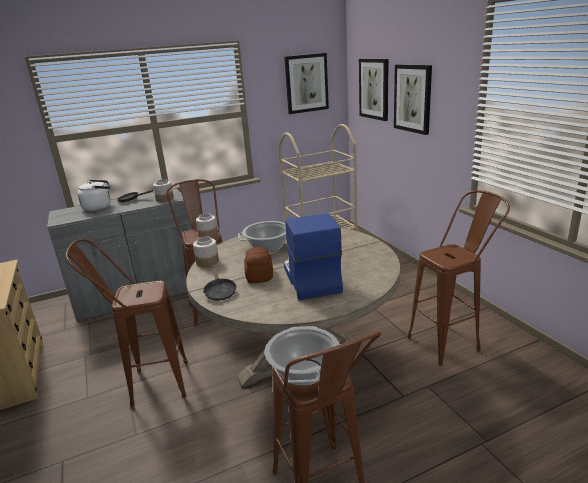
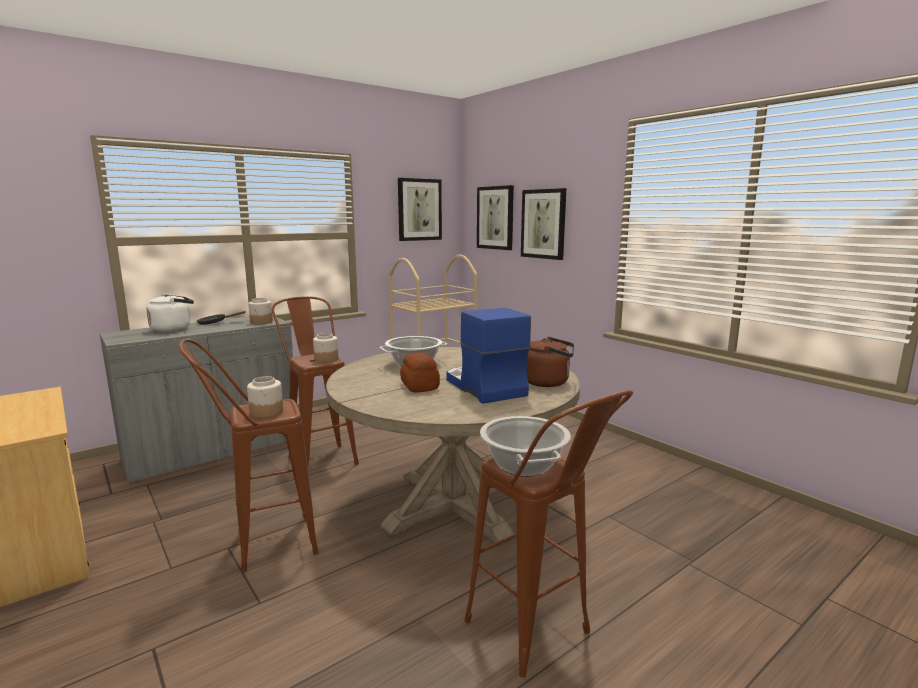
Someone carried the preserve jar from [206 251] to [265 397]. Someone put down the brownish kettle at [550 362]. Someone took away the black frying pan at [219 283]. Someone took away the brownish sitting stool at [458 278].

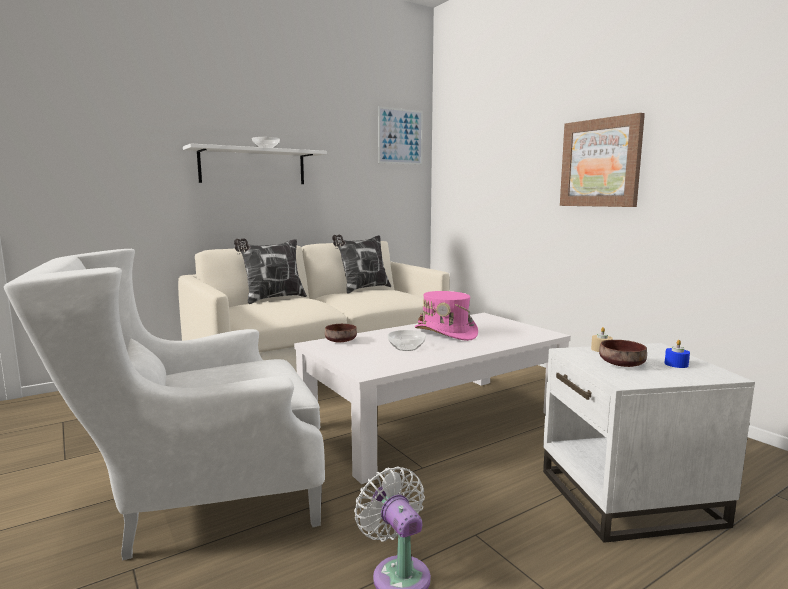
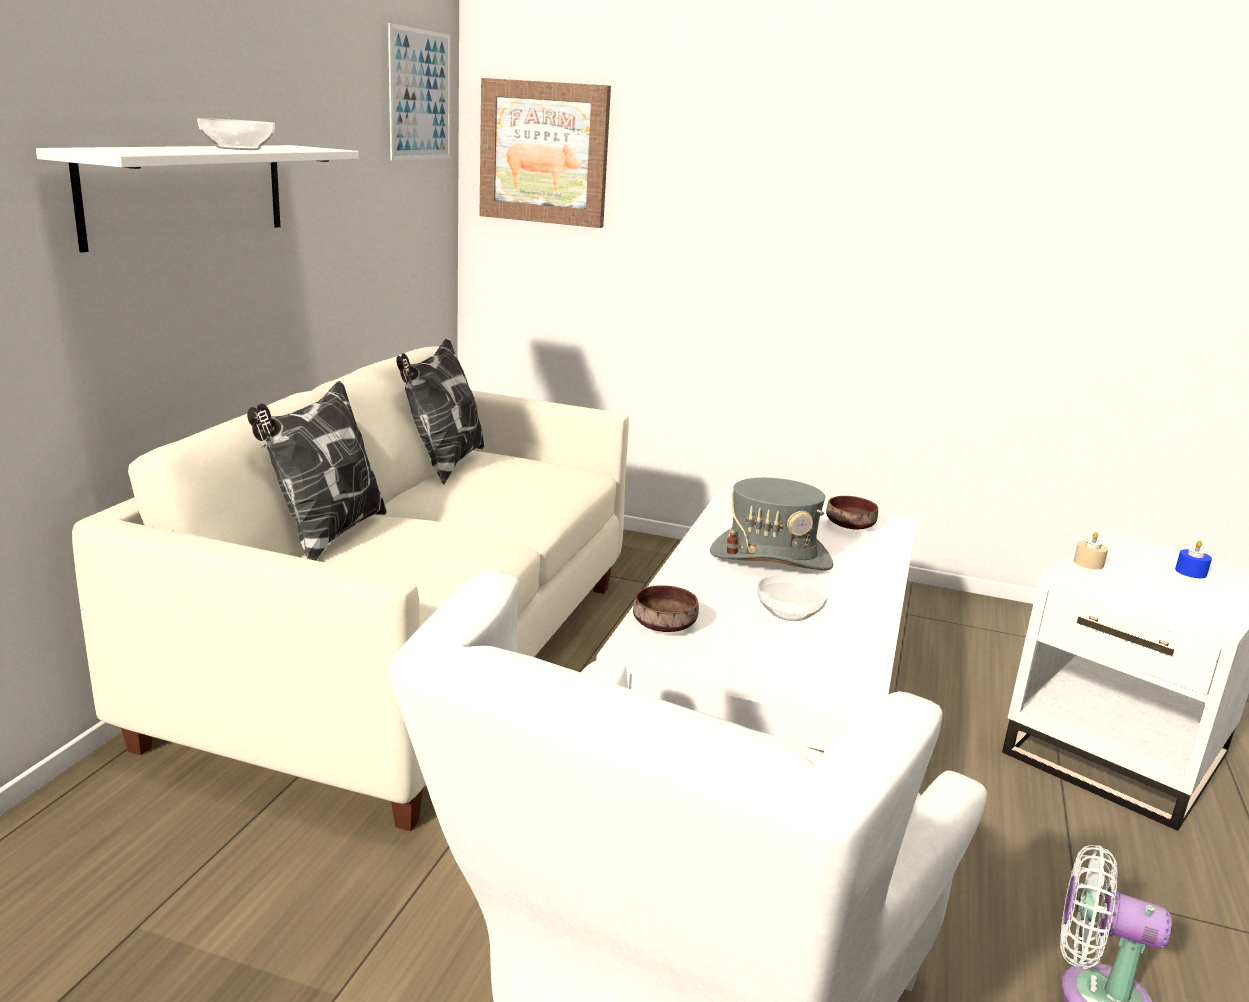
Someone carried the wall picture from [602 160] to [545 153]. Someone repainted the pink wearable hat at [446 316], which became the greyish wearable hat at [771 524]. Someone carried the brownish deep dish from [623 353] to [852 513].

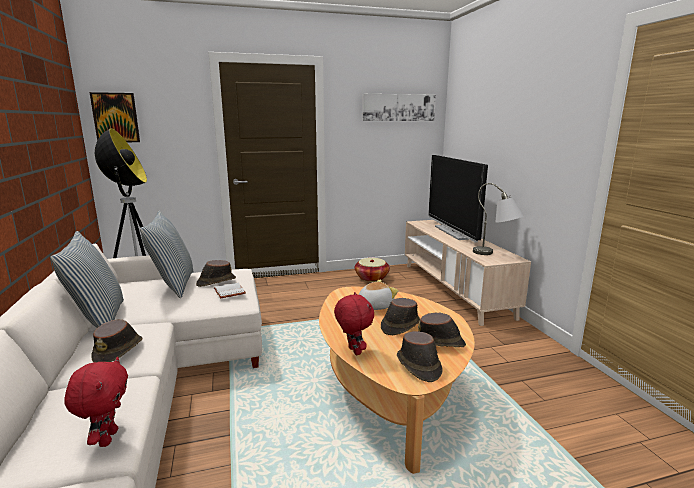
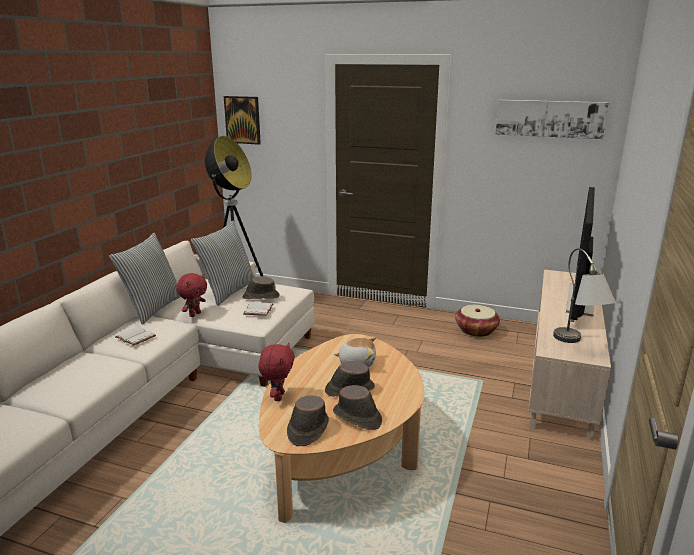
Someone swapped the brownish wearable hat at [117 340] for the whitish volume at [135 336]. Someone carried the red-coloured plush toy from [96 402] to [191 295].

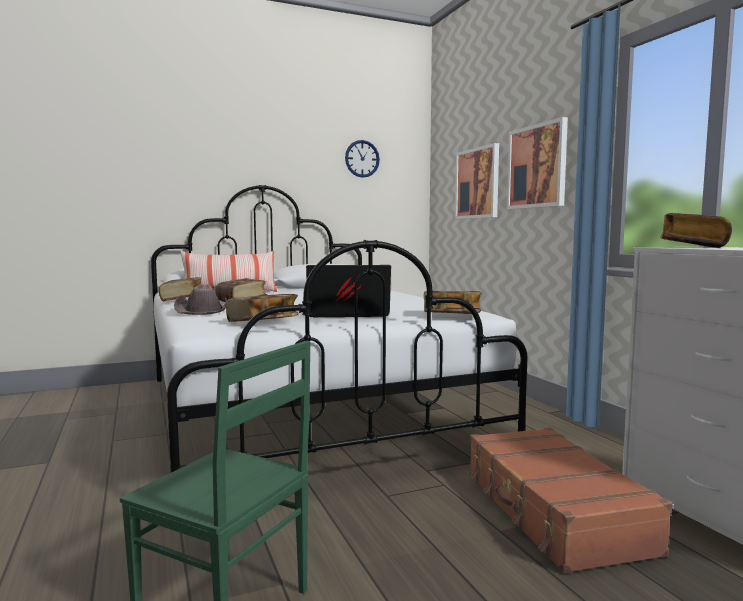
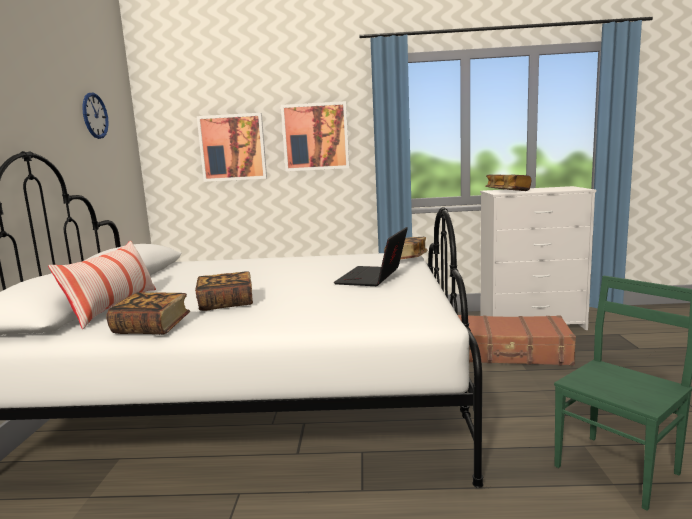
Someone took away the brownish wearable hat at [200 299]. Someone took away the volume at [262 308].

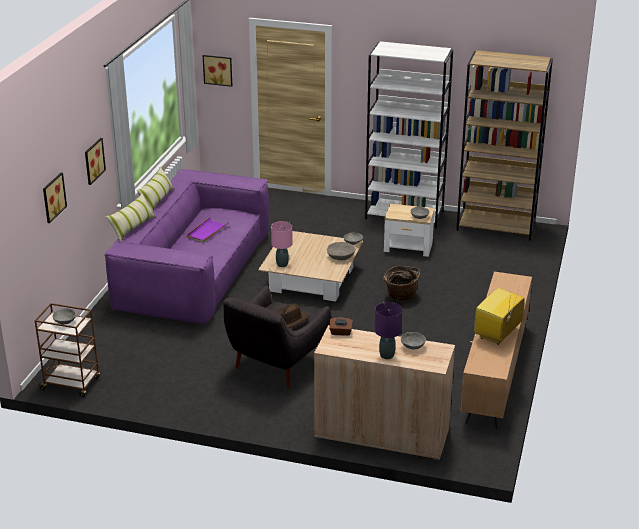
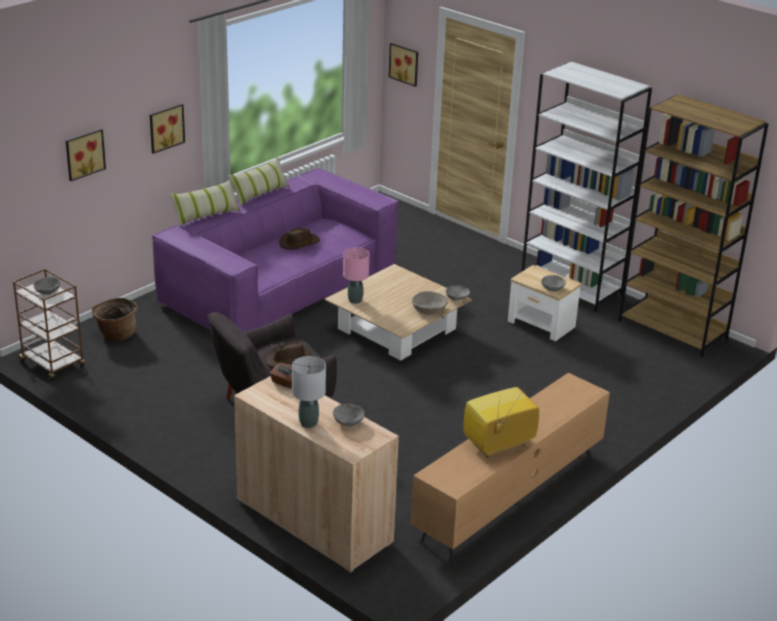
Someone carried the storage basket from [401 283] to [115 320]. Someone swapped the purple-coloured carrying tray at [207 230] for the brownish wearable hat at [299 238]. Someone repainted the purple-coloured lamp for a table at [388 330], which became the greyish lamp for a table at [309 392].

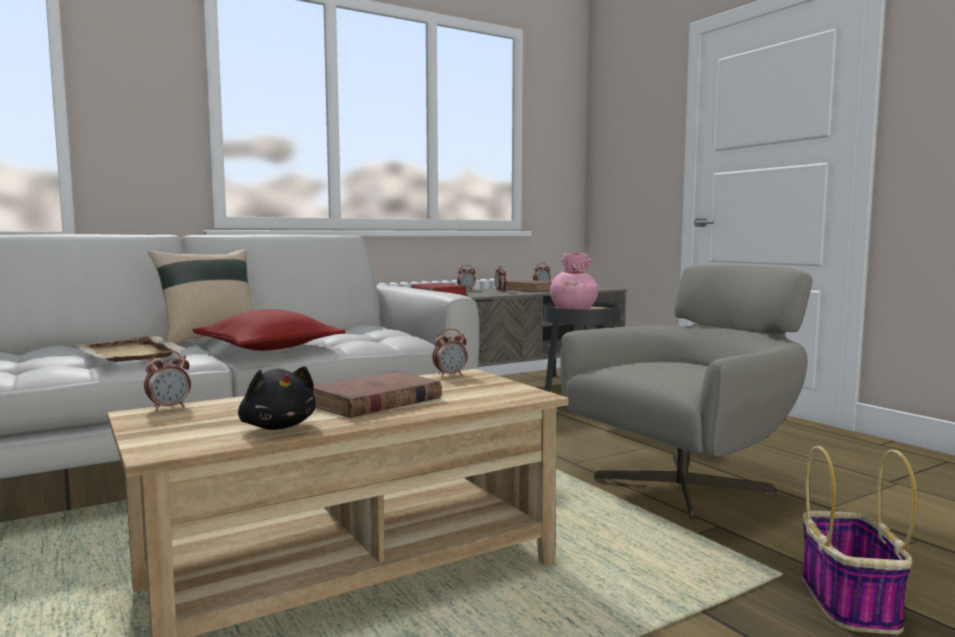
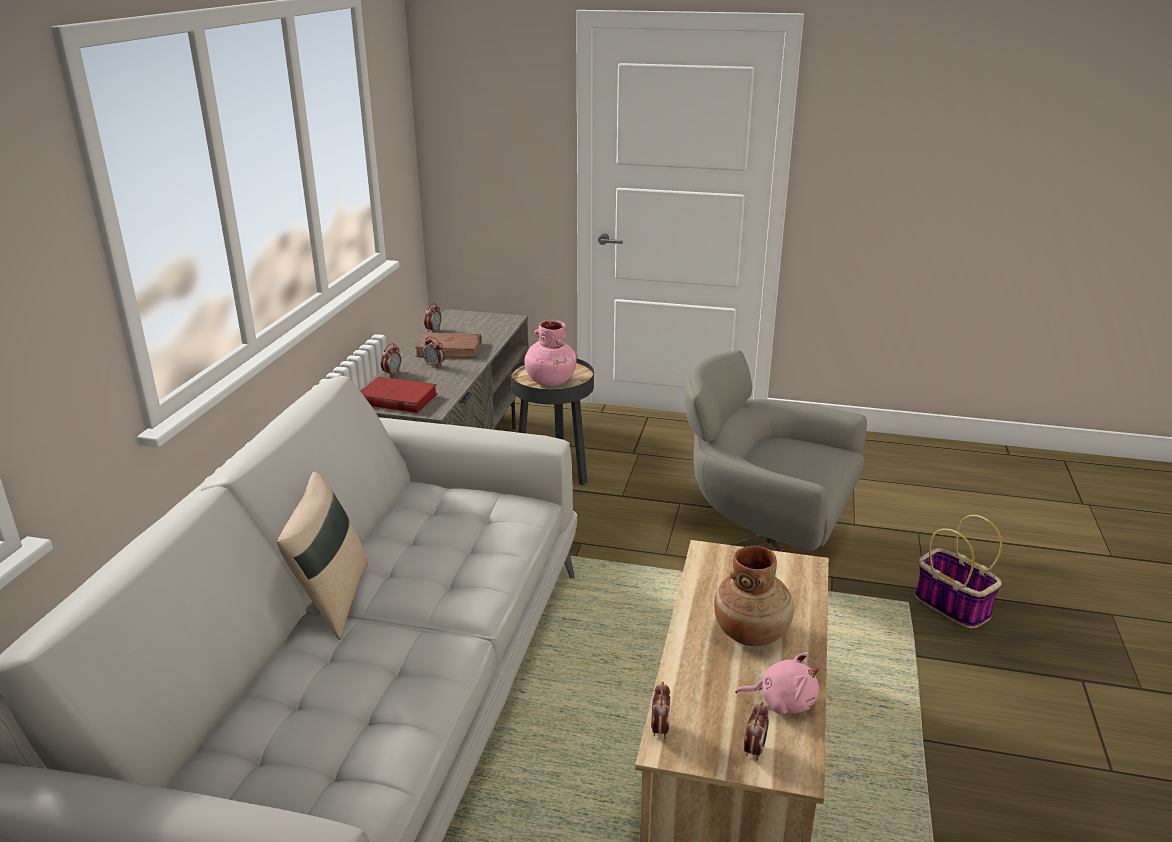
Someone rotated the greyish armchair at [686 393] by 75 degrees counterclockwise. Someone swapped the brownish volume at [377 394] for the brownish decorative vase at [754 596]. Someone repainted the black plush toy at [277 398], which became the pink plush toy at [778 683]. Someone carried the alarm clock from [449 353] to [756 731]. Someone took away the beige-coloured carrying tray at [131 348]. Someone took away the red-coloured cushion at [269 330].

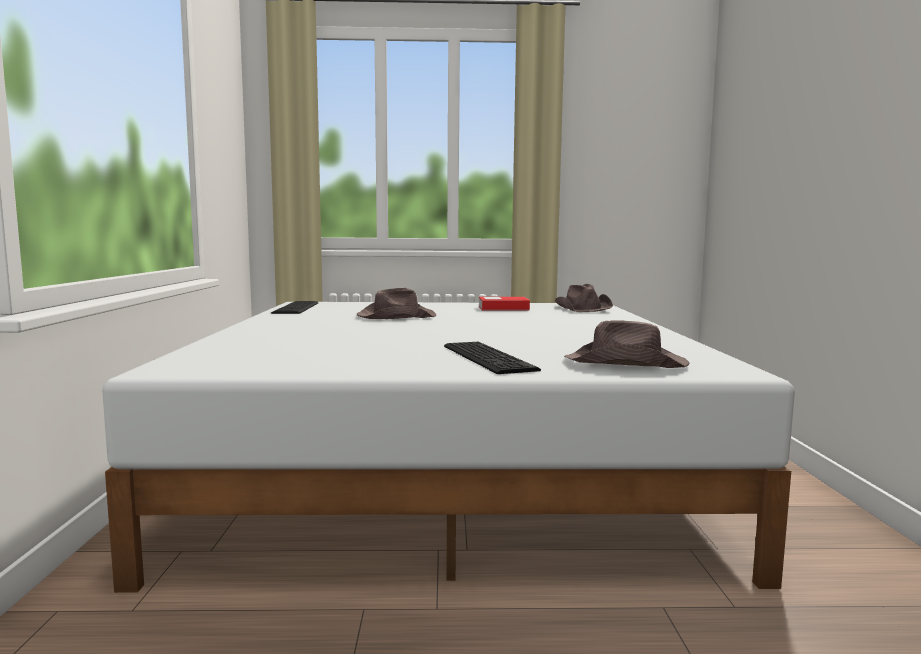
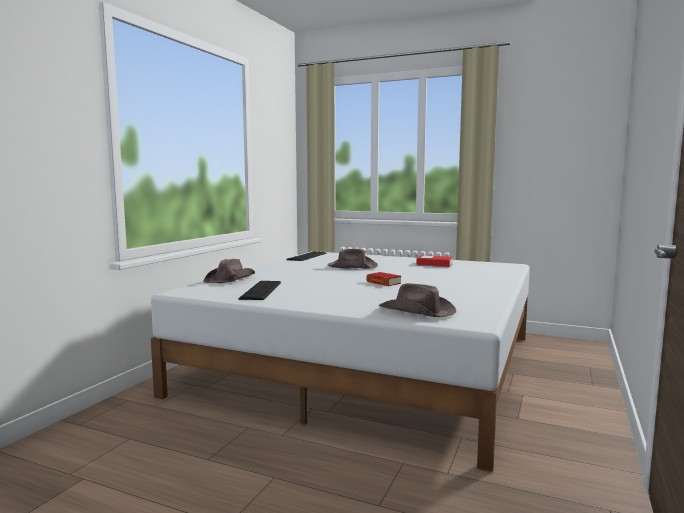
Someone carried the brownish wearable hat from [584 298] to [229 271]. Someone carried the PC keyboard from [492 358] to [259 290]. Someone put down the volume at [383 279].

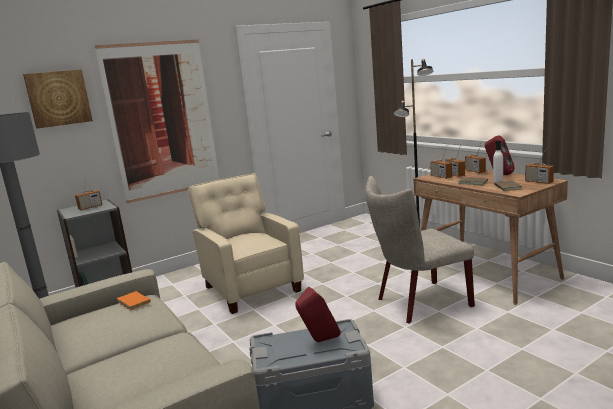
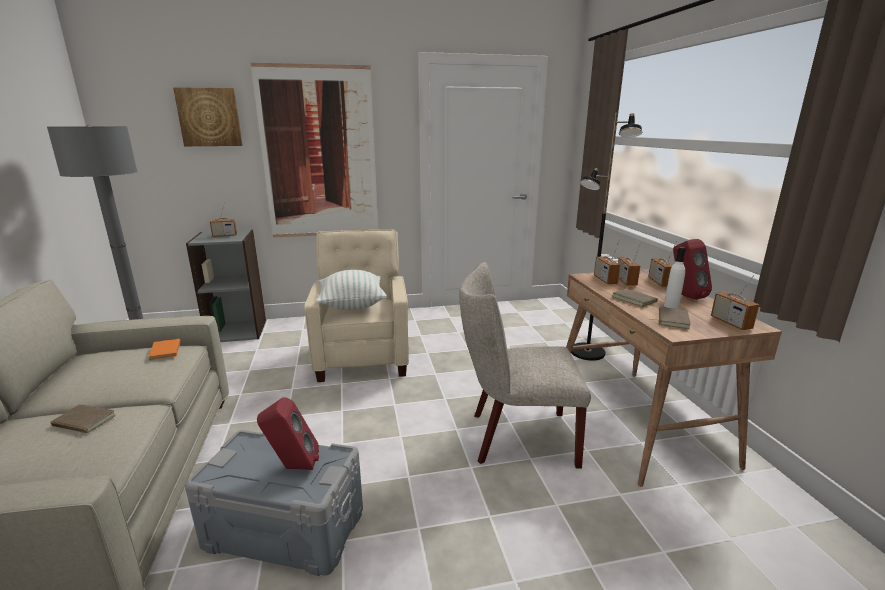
Someone put down the brownish volume at [83 420]. Someone put down the cushion at [351 290].

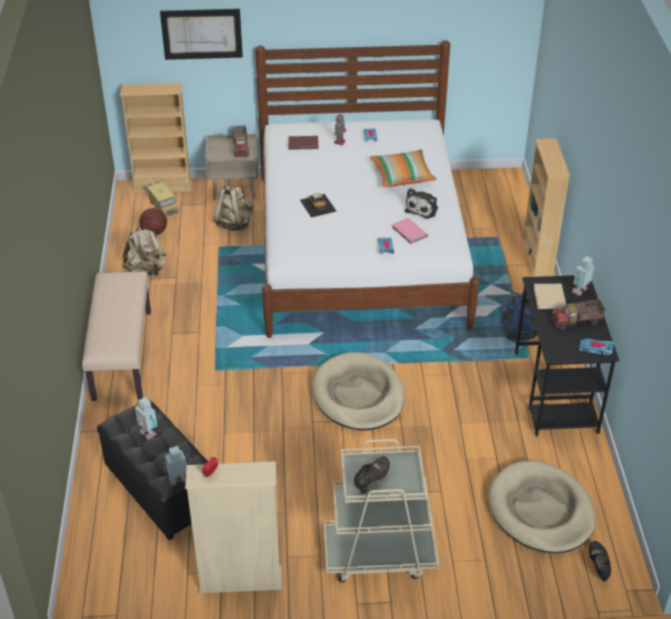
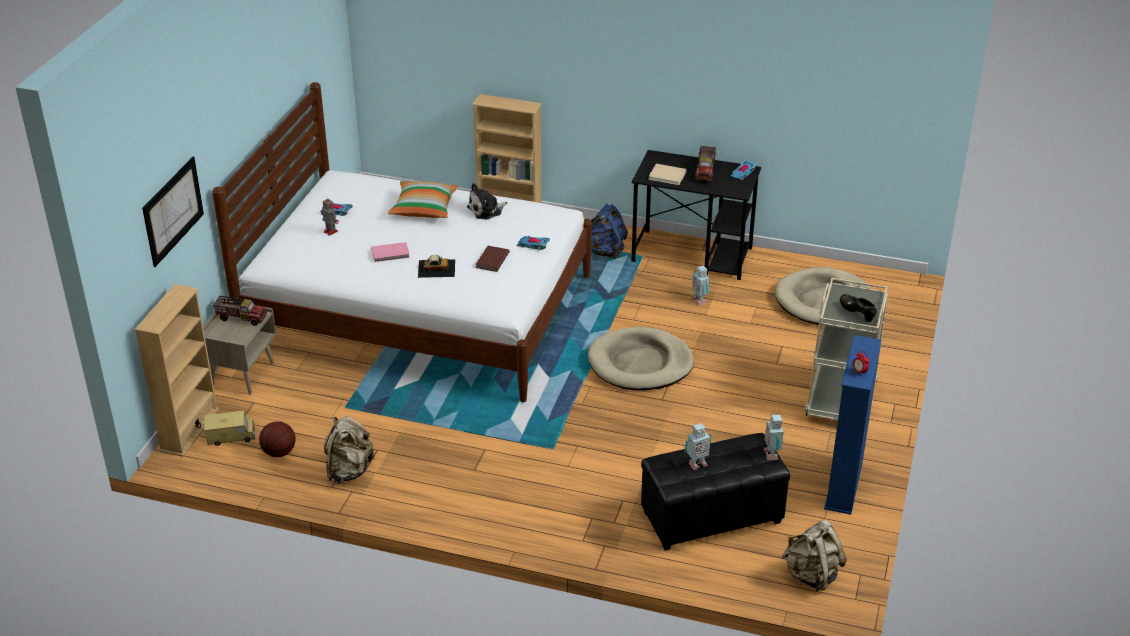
Someone carried the pink volume from [410 231] to [390 252]. Someone rotated the plush toy at [421 203] by 105 degrees clockwise. Someone carried the brownish volume from [303 143] to [492 259]. Someone carried the toy robot from [583 276] to [701 285]. Someone carried the beige-coloured rucksack from [233 207] to [814 556]. Someone repainted the beige-coloured shelving unit at [233 527], which became the bluish shelving unit at [852 425]. Someone took away the beige-coloured indoor bench at [116 336]. Someone took away the black item of footwear at [600 561].

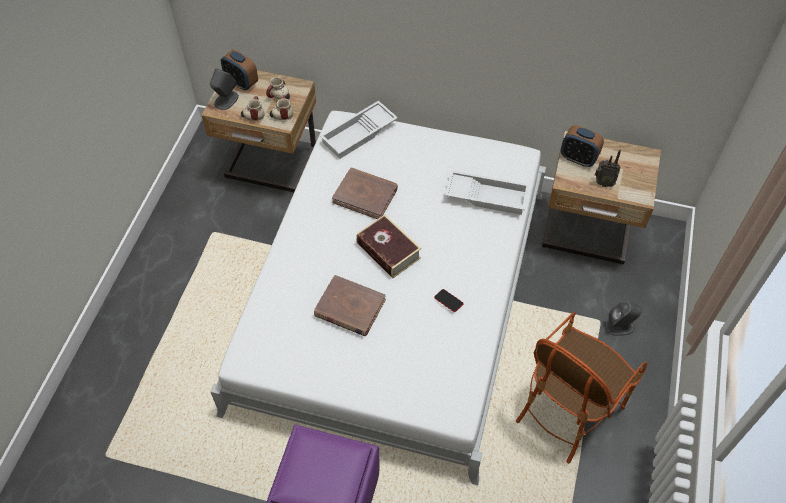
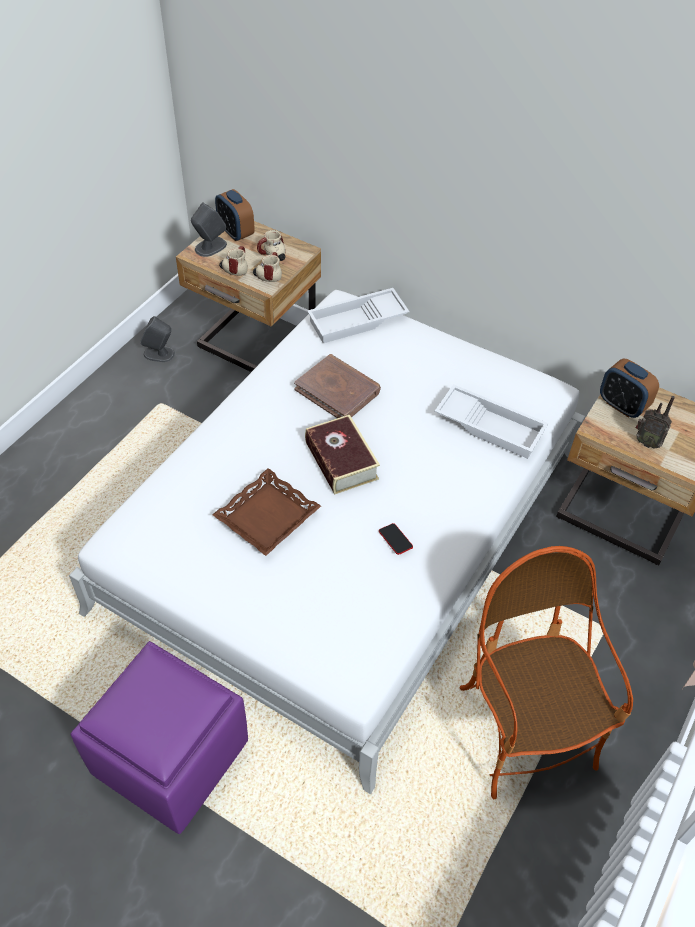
Someone carried the greyish speaker from [623 318] to [157 339]. Someone swapped the brownish volume at [350 305] for the brownish carrying tray at [266 512]. Someone rotated the armchair at [581 388] by 105 degrees clockwise.

